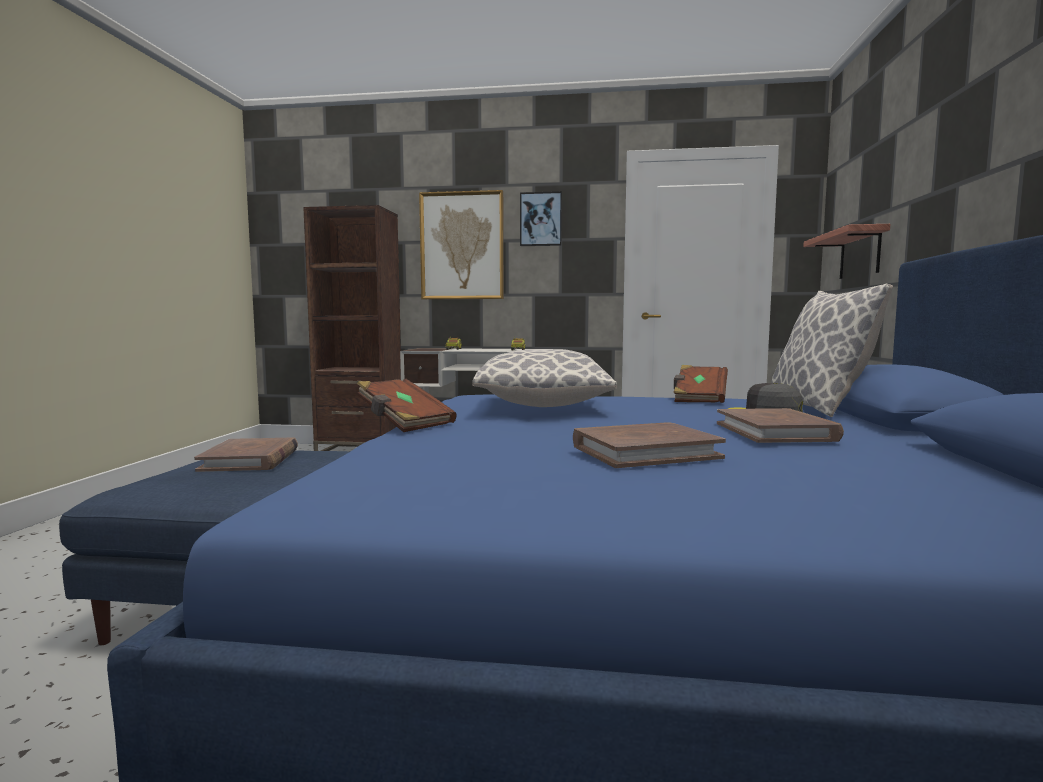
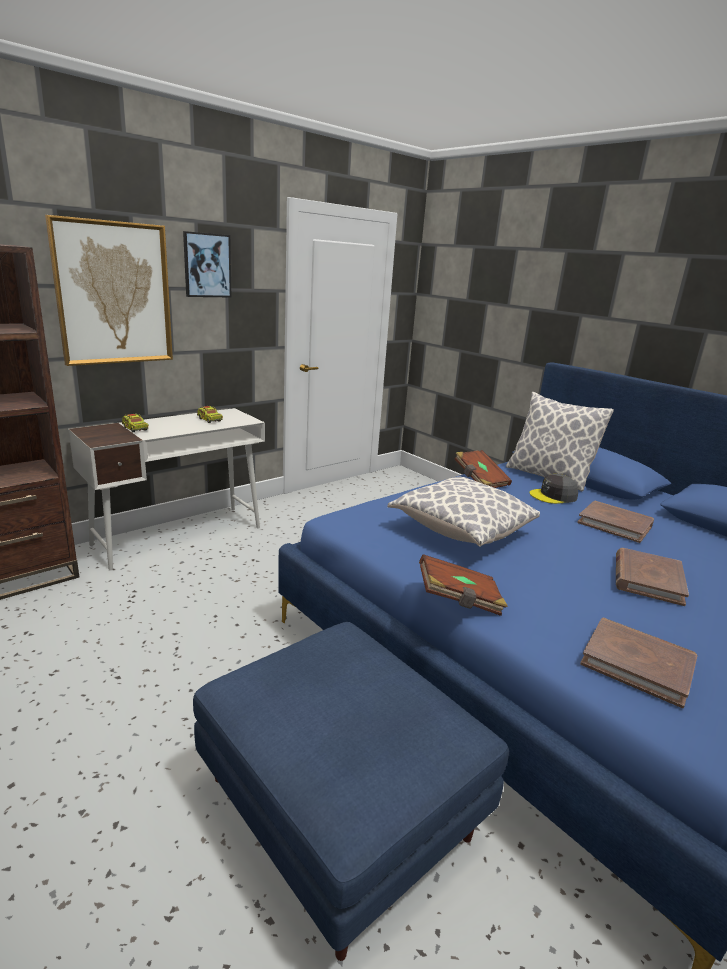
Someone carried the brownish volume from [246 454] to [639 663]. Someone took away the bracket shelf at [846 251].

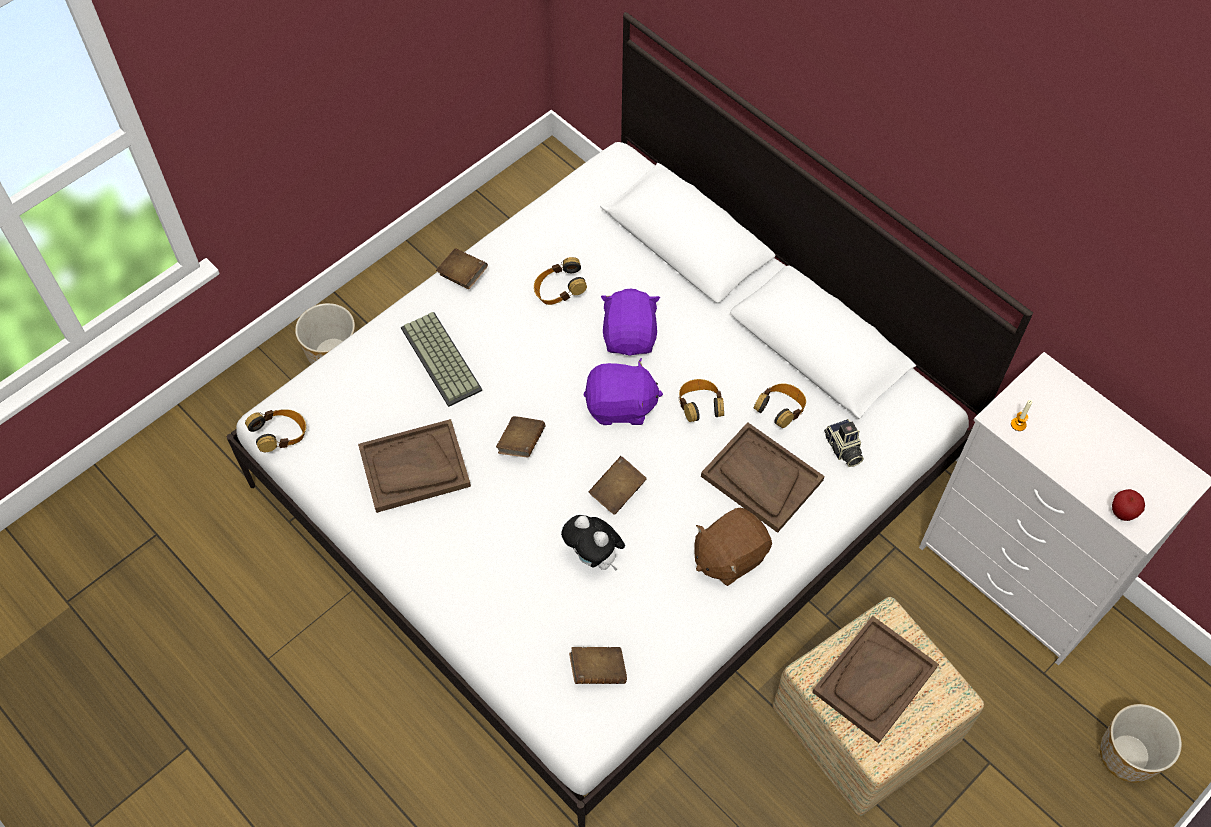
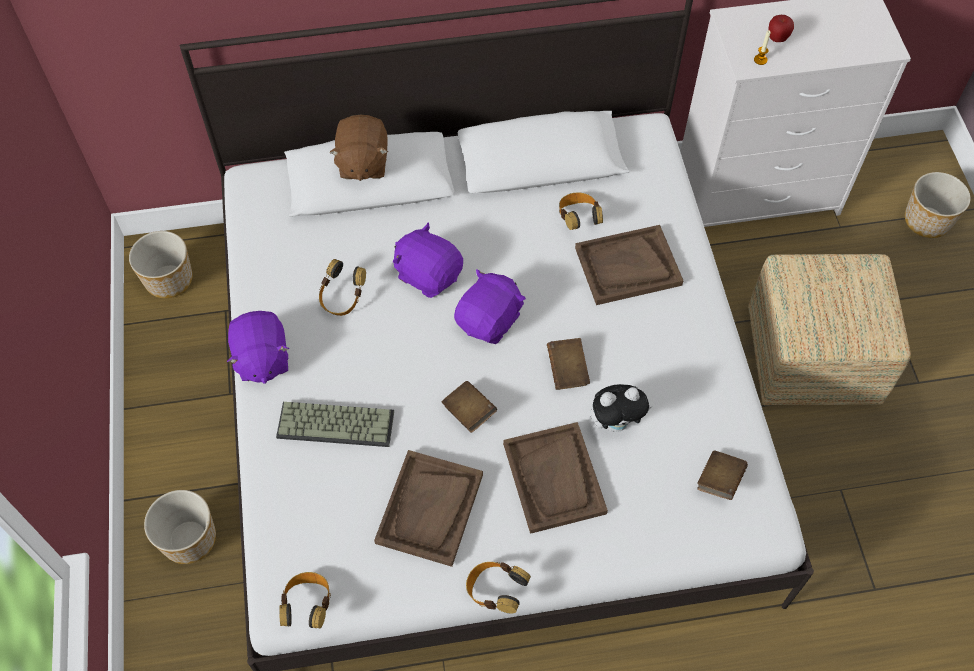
Someone put down the flower pot at [161 264]. Someone swapped the brownish volume at [462 268] for the purple-coloured plush toy at [258 347]. Someone carried the brownish plush toy from [733 547] to [358 148]. Someone carried the pair of headphones from [701 400] to [498 587]. Someone carried the brownish carrying tray from [875 679] to [555 478]. Someone carried the whole apple from [1128 505] to [781 28]. Someone took away the photo camera at [844 443].

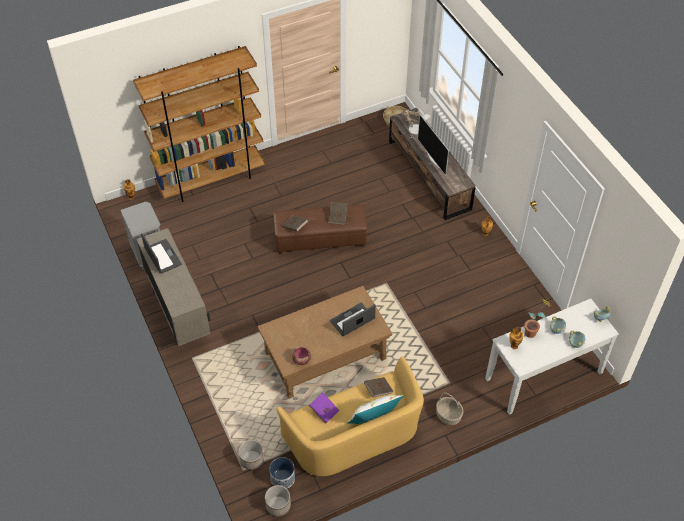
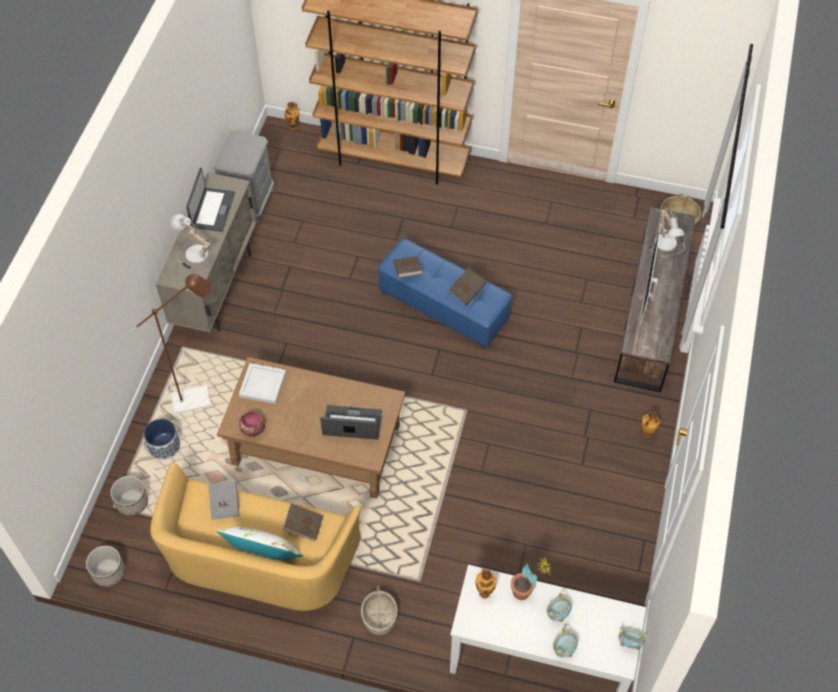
Someone put down the brownish standing lamp at [170 344]. Someone carried the flower pot from [282 472] to [162 439]. Someone put down the lamp for a table at [191 243]. Someone repainted the purple-coloured volume at [324 408], which became the greyish volume at [224 501]. Someone put down the whitish carrying tray at [262 383]. Someone repainted the brownish footrest at [320 229], which became the bluish footrest at [445 293].

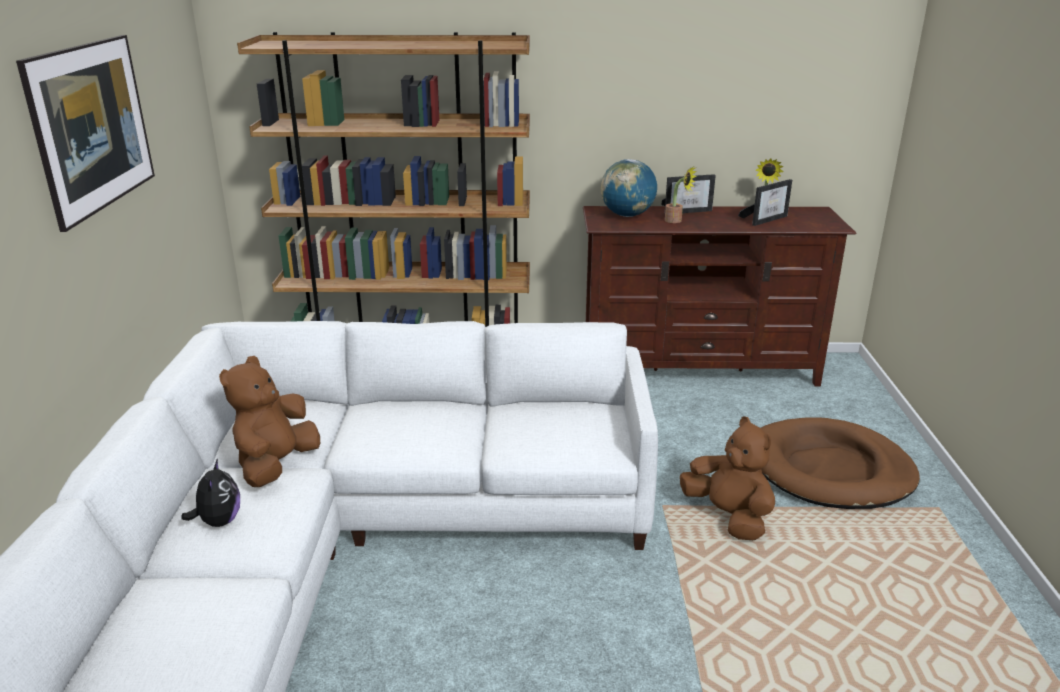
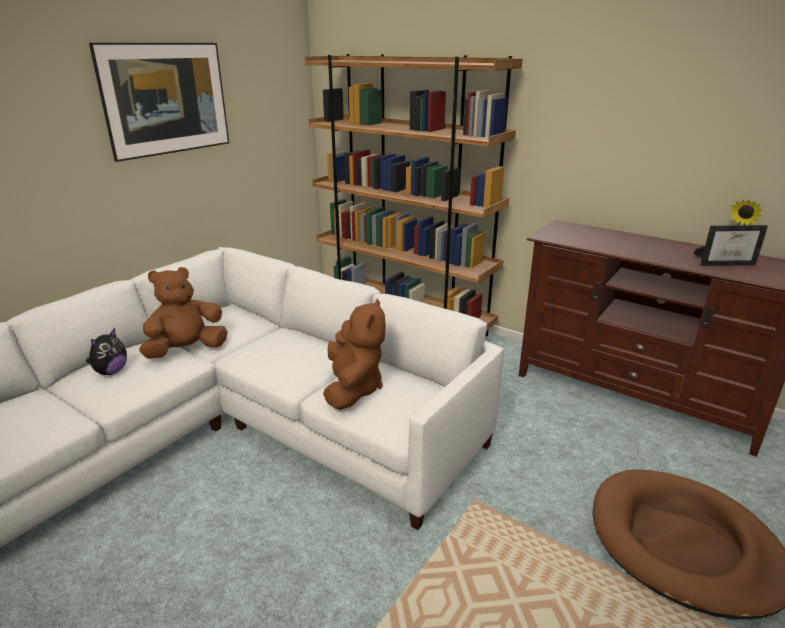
Someone carried the brownish plush toy from [727 478] to [354 354]. Someone took away the world globe at [629 188]. Someone took away the photo frame at [688 193]. Someone took away the potted plant at [681 195].

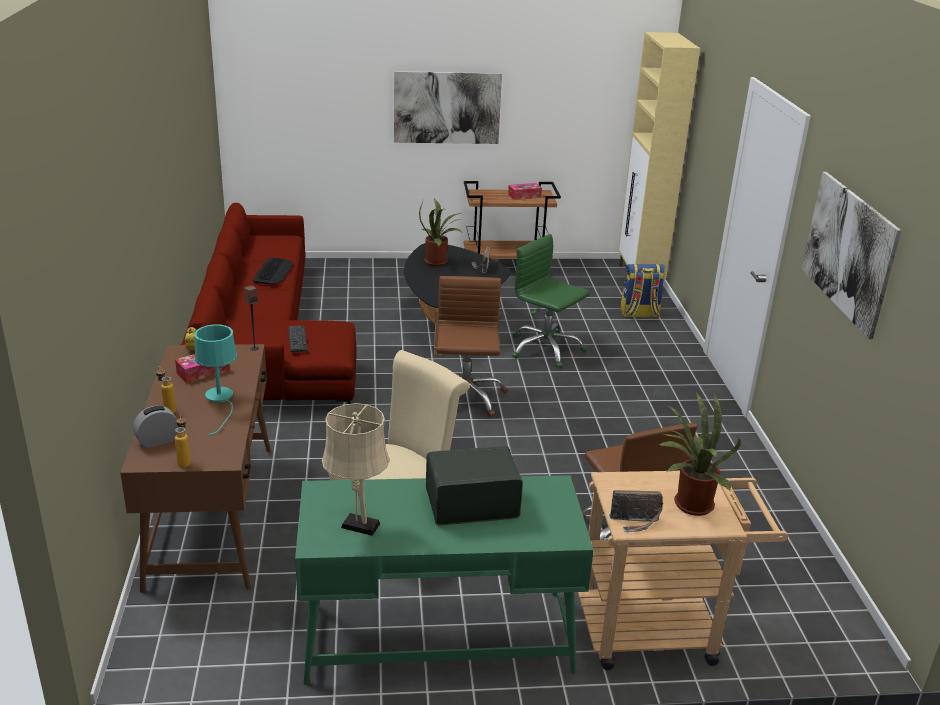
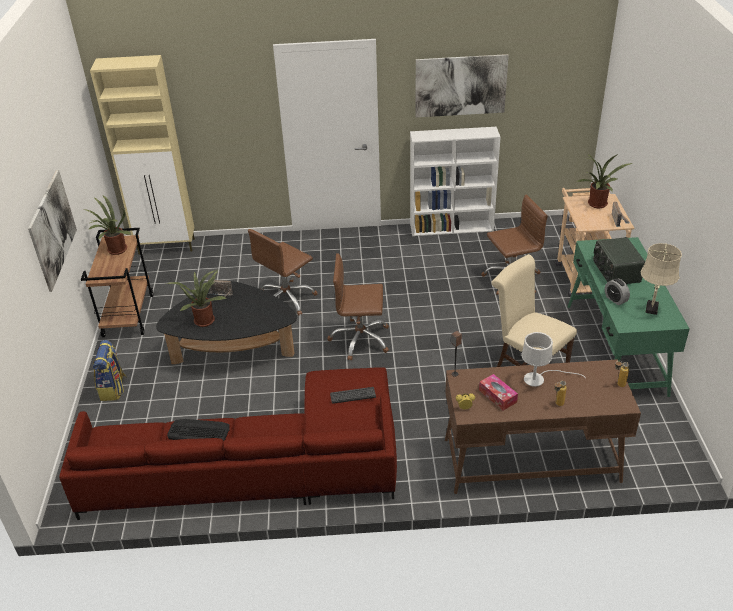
Someone swapped the tissue holder at [525 191] for the potted plant at [108 225]. Someone carried the rucksack from [642 290] to [110 370]. Someone repainted the green-coloured desk chair at [551 301], which became the brownish desk chair at [283 272]. Someone put down the whitish shelving unit at [455 181]. Someone repainted the turquoise-coloured lamp for a table at [215 380], which became the whitish lamp for a table at [553 359]. Someone carried the alarm clock from [155 426] to [617 291].

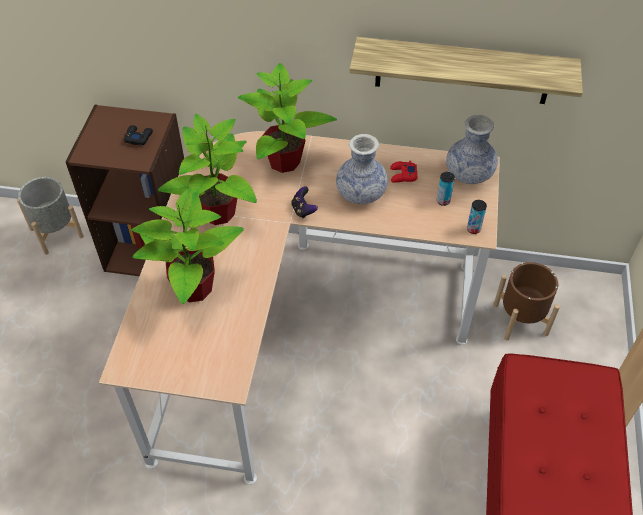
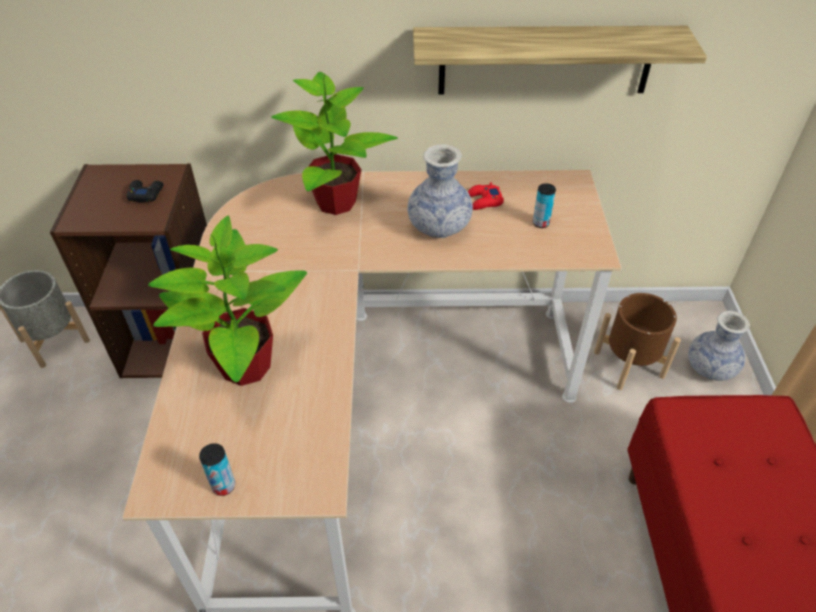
Someone carried the metal can from [477 217] to [217 469]. Someone carried the decorative vase from [472 149] to [719 346]. Someone took away the potted plant at [207 169]. Someone took away the joypad at [304 202].

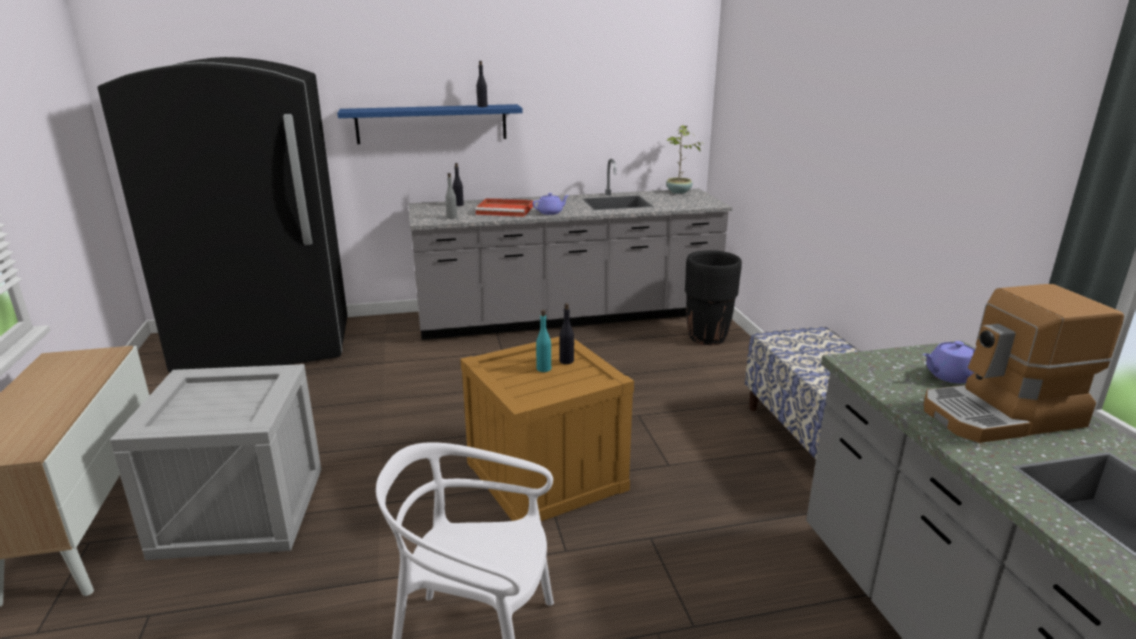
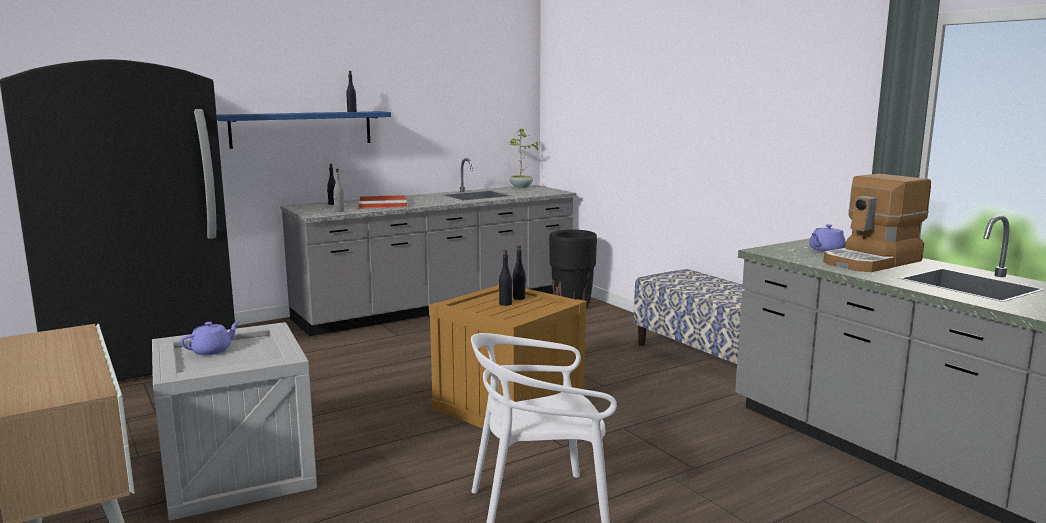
Someone carried the purple-coloured pot for tea from [551 204] to [210 338]. Someone repainted the turquoise-coloured bottle at [543 341], which became the black bottle at [505 278].

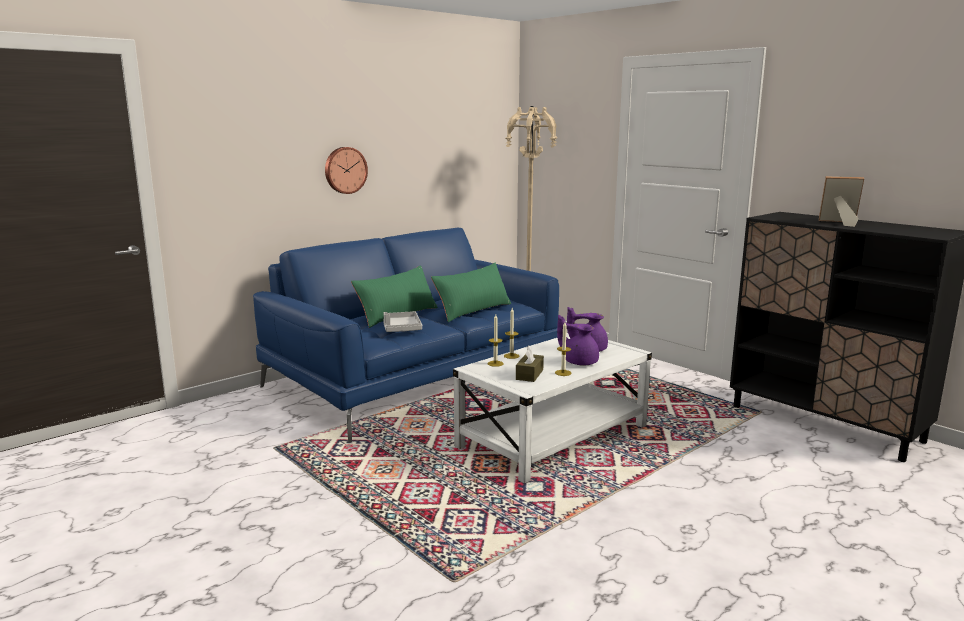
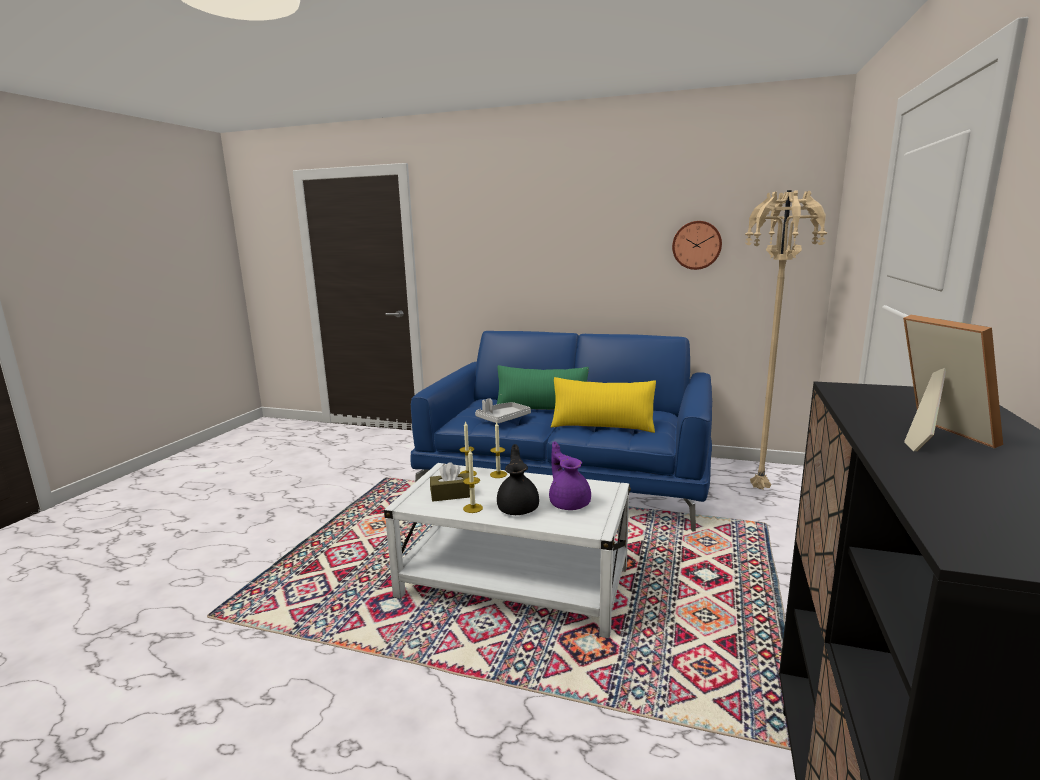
Someone repainted the purple-coloured pot for tea at [578 340], which became the black pot for tea at [518 479]. Someone repainted the green-coloured cushion at [471 292], which became the yellowish cushion at [603 405]. Someone carried the clock on the wall from [346 170] to [697 245].

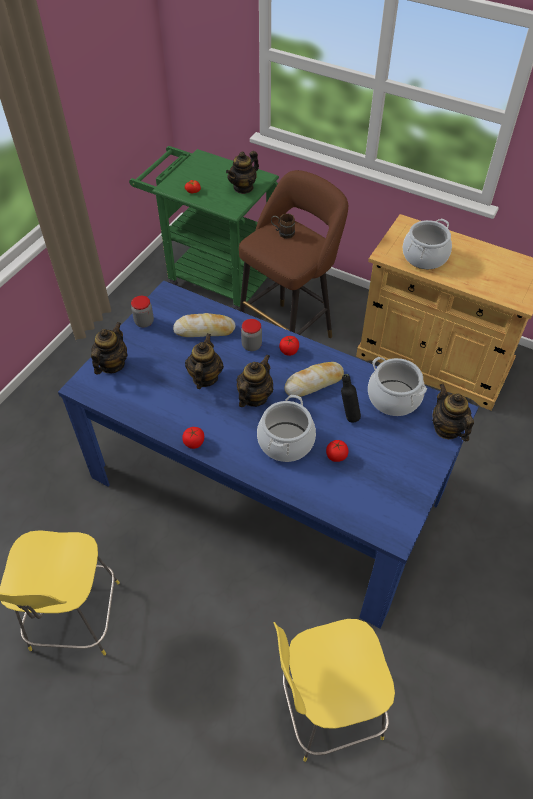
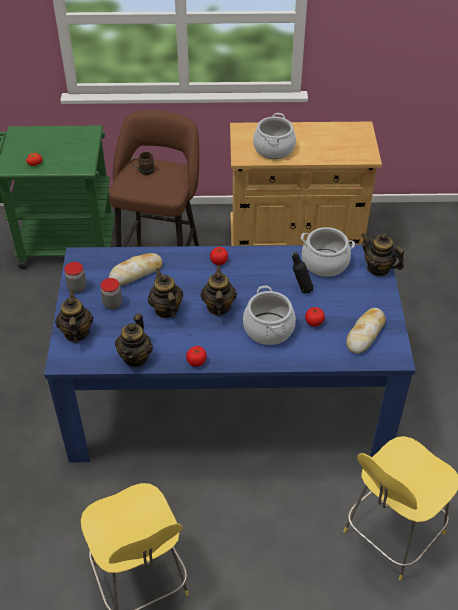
Someone carried the preserve jar from [251 335] to [111 293]. Someone carried the pot for tea from [242 172] to [134 340]. Someone carried the bakery bread from [314 379] to [366 331].

